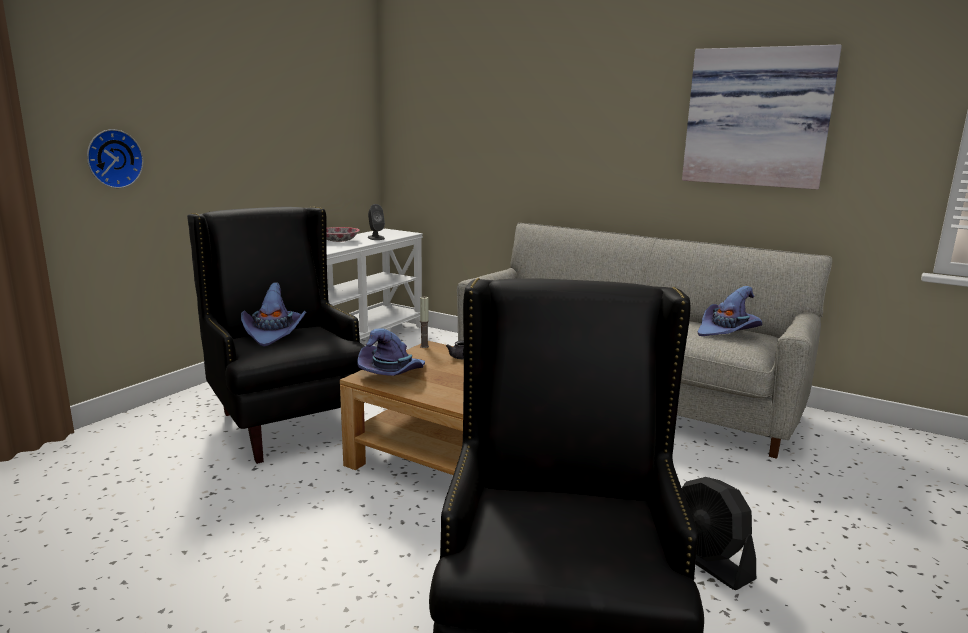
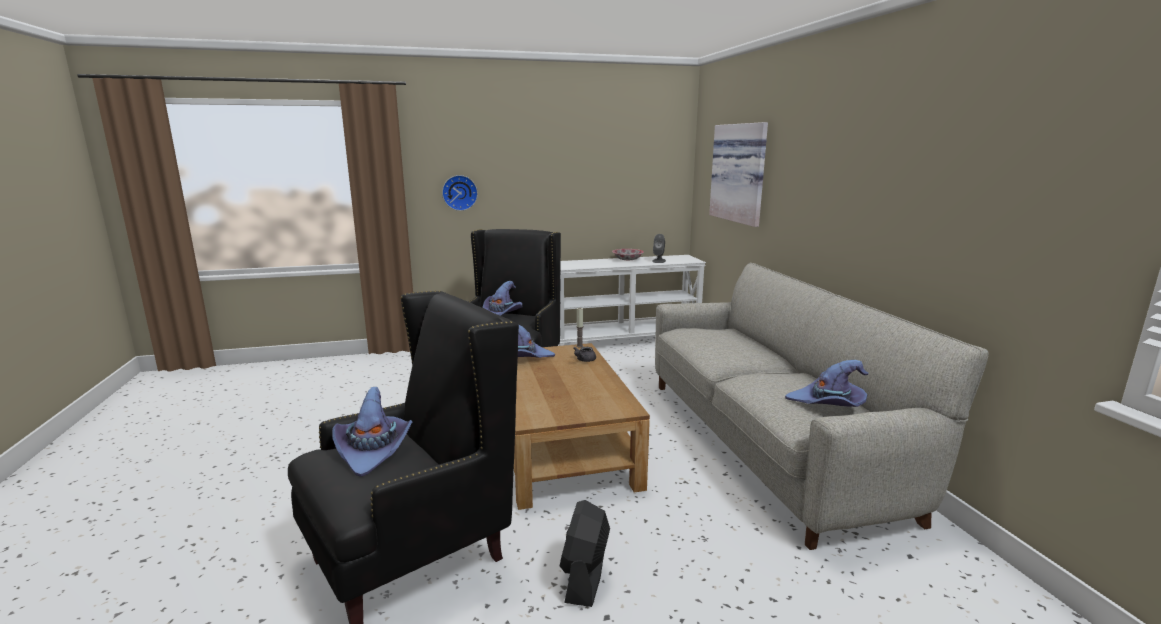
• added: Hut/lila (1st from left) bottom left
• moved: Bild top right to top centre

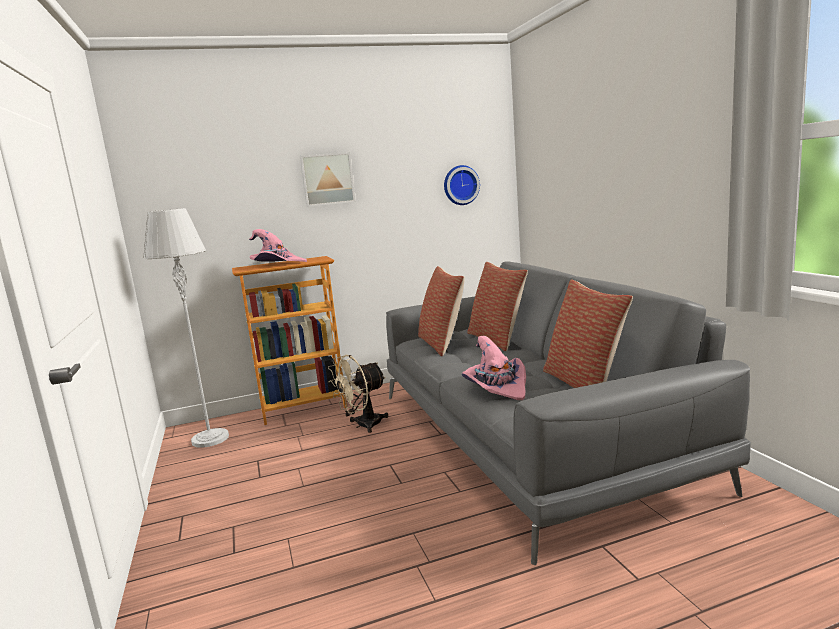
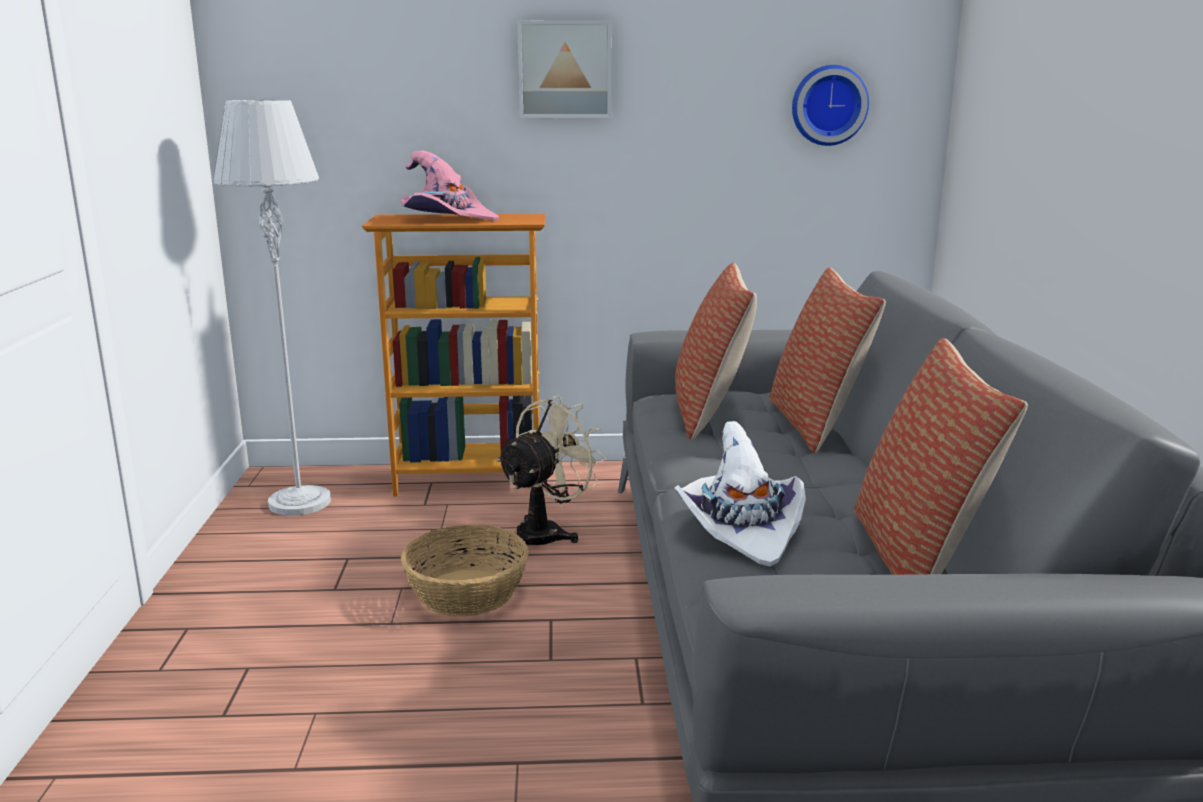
• added: Korb bottom centre
• turned: Ventilator/beige centre = centre 150 degrees clockwise
• recoloured: Hut/rosa (2nd from left) centre to Hut/weiß centre

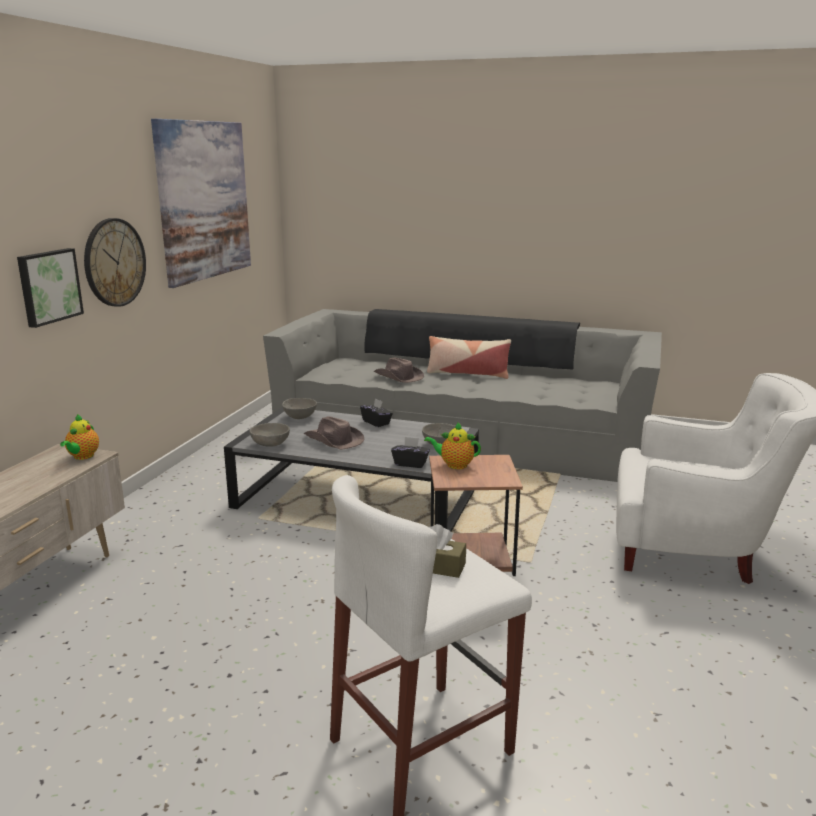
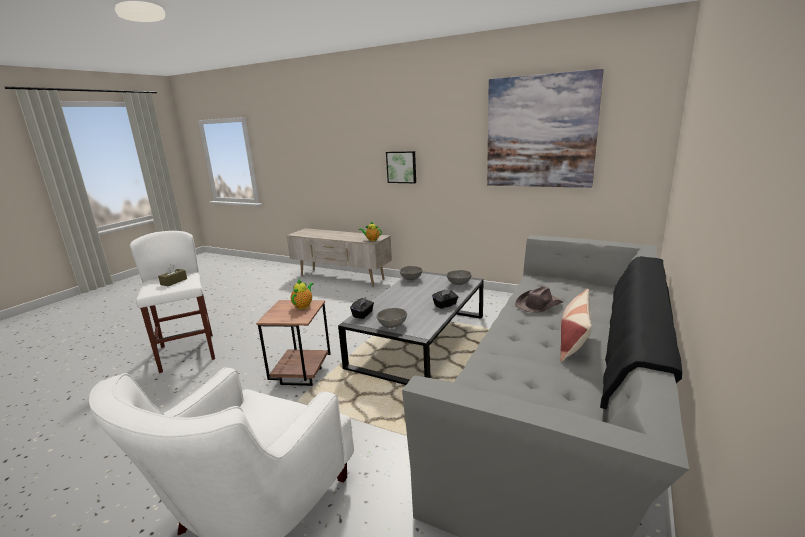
• removed: Wanduhr top left
• removed: Hut/braun (1st from left) centre

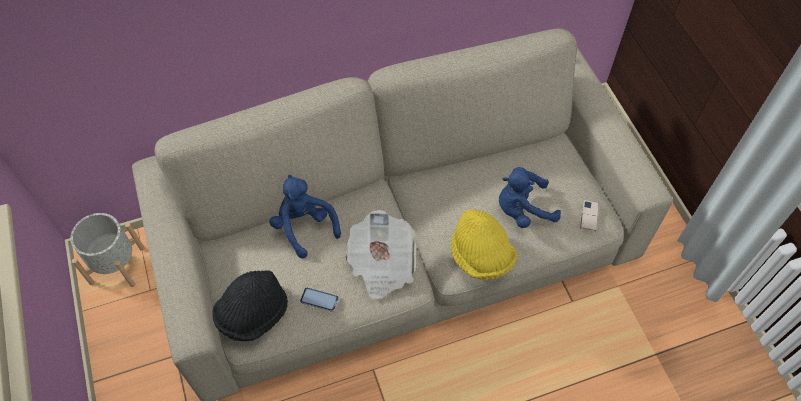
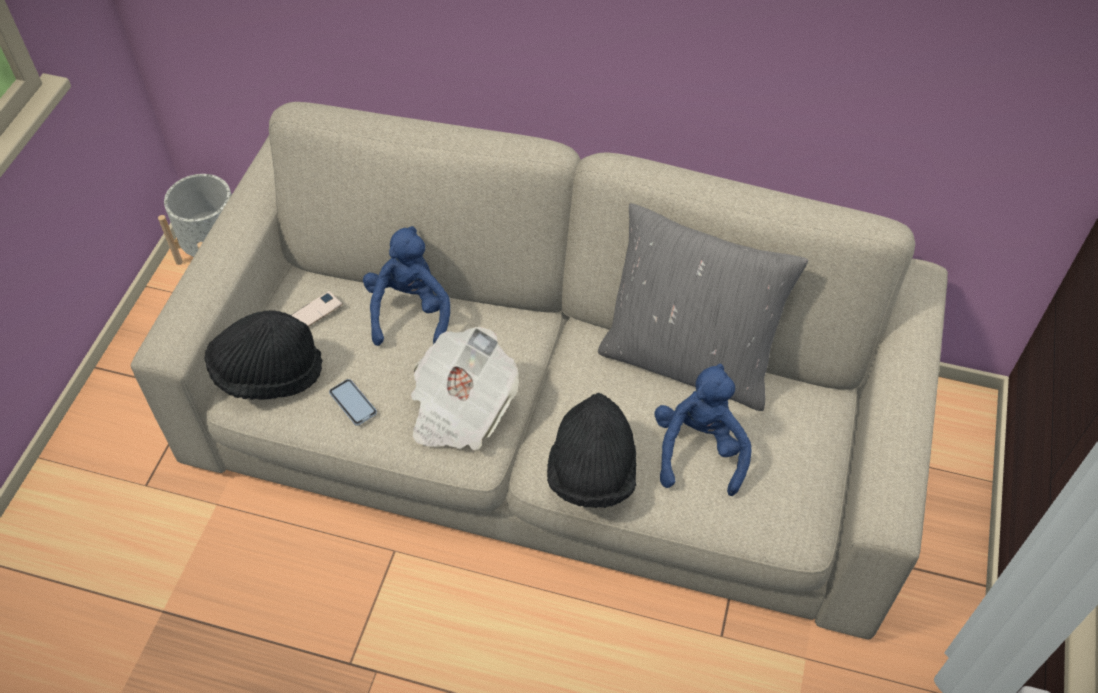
• moved: Handy (2nd from left in the first image) middle right to Handy (1st from left) middle left
• recoloured: Hut/gelb centre to Hut/schwarz (2nd from left) centre
• added: Kissen/grau centre
• turned: Plüschtier/blau (2nd from left) centre = centre 75 degrees clockwise

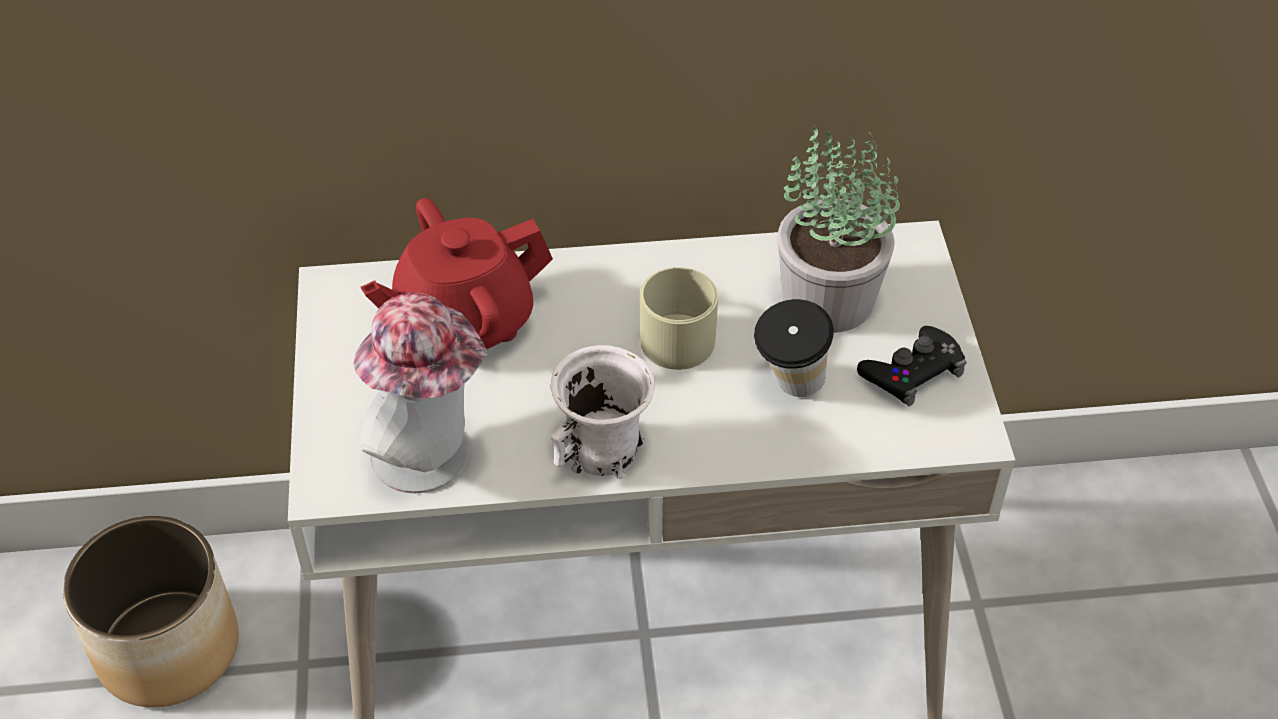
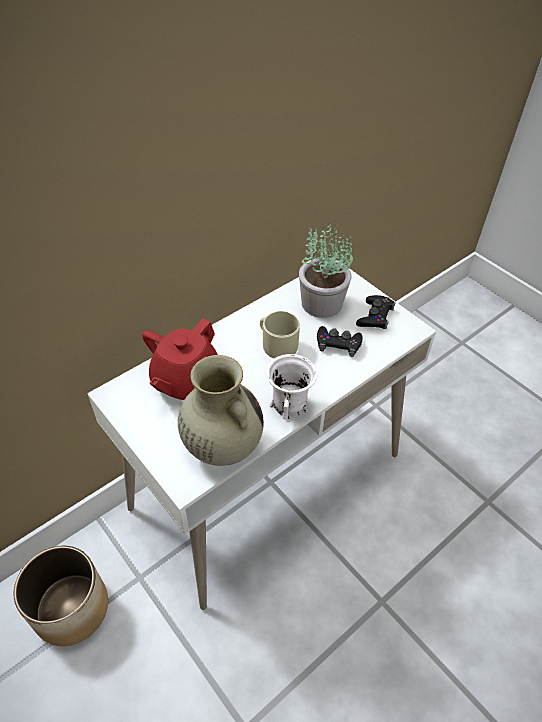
• replaced: Hut middle left to Vase/beige centre
• replaced: Tasse centre to Gamepad/schwarz (1st from left) centre

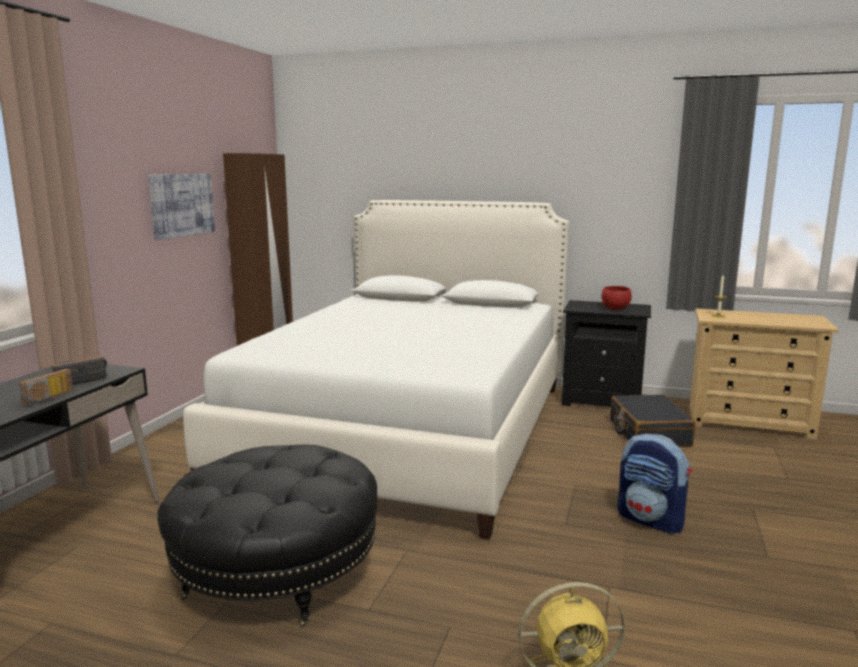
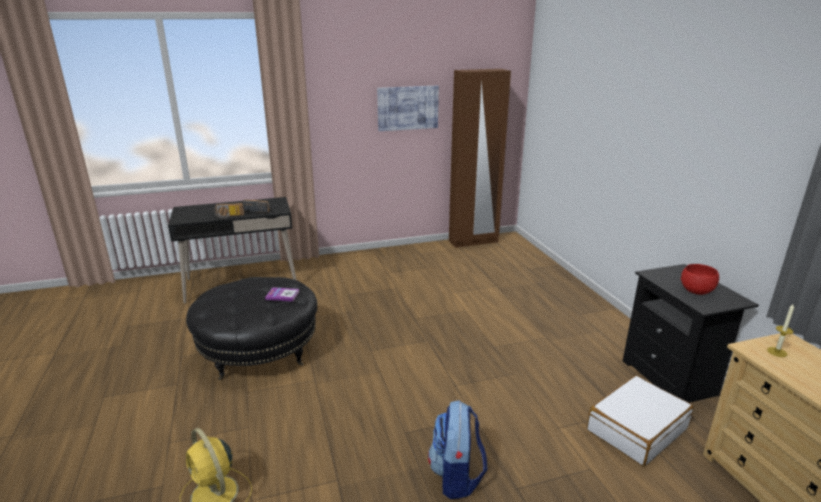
• added: Buch centre
• recoloured: Koffer/schwarz middle right to Koffer/weiß bottom right
• removed: Bett/weiß centre

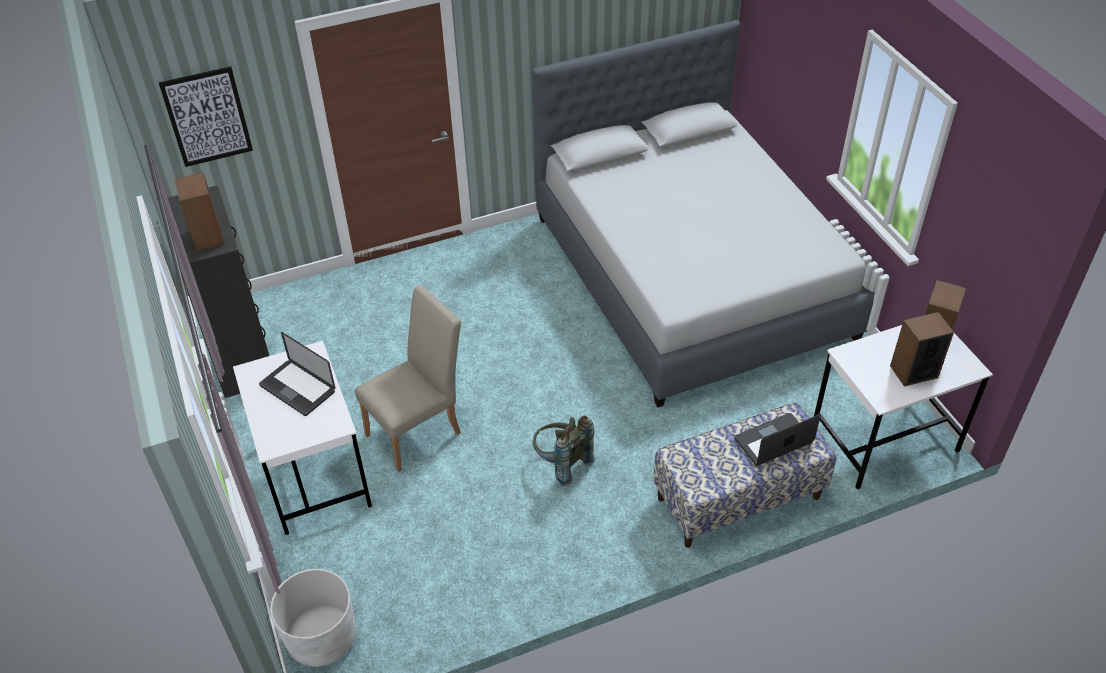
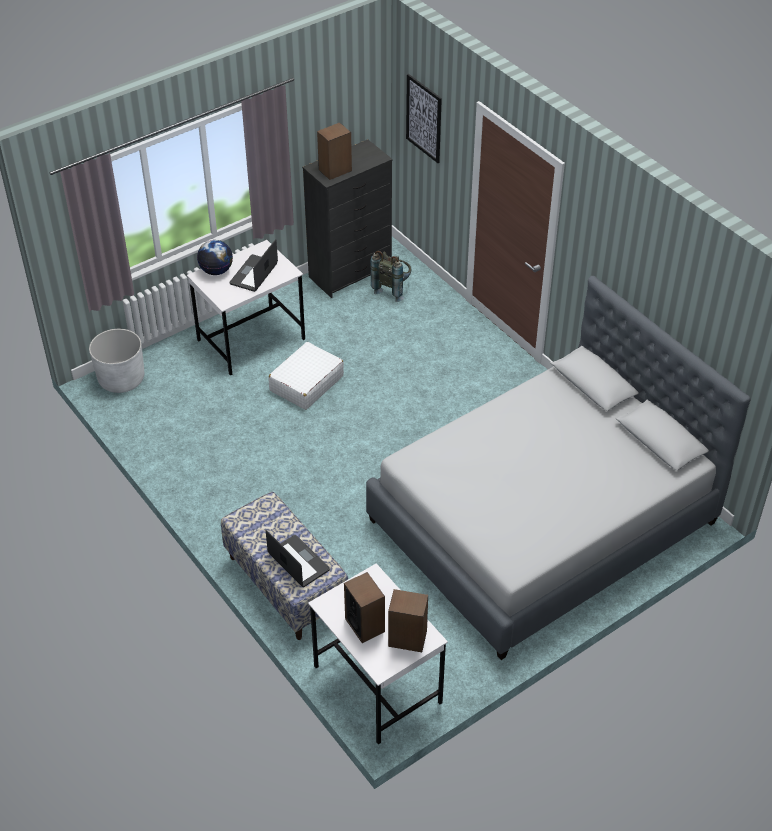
• added: Globus top left
• replaced: Stuhl/beige centre to Koffer/weiß centre
• moved: Rucksack/grau bottom centre to top centre

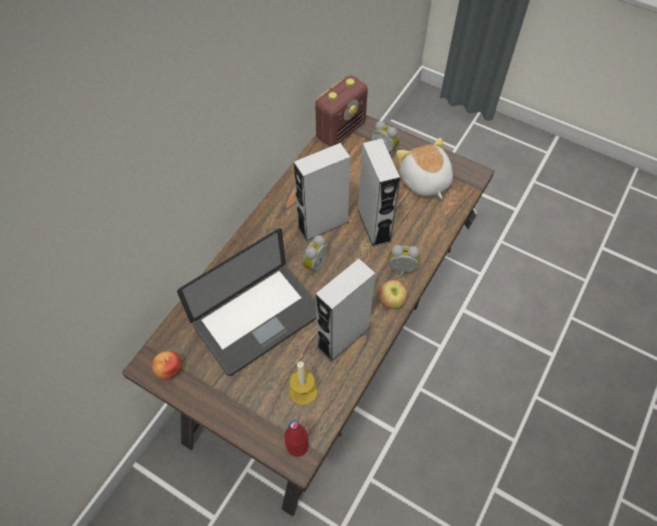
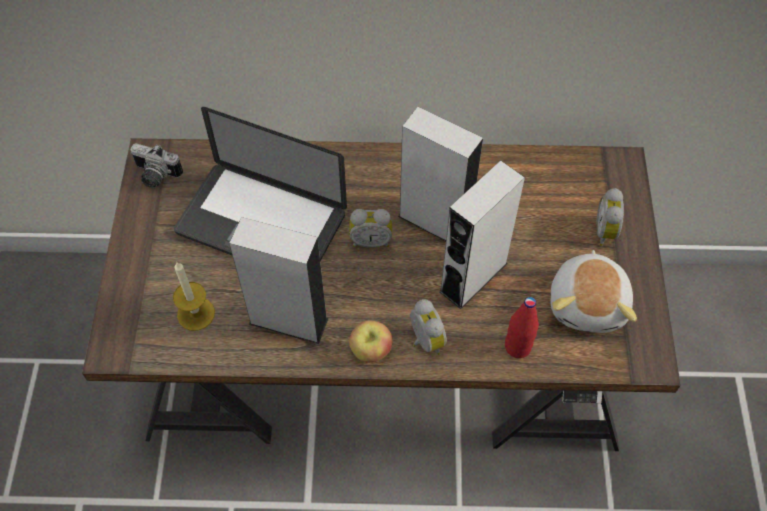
• replaced: Apfel (1st from left) bottom left to Kamera top left
• moved: Flasche/rot bottom centre to middle right
• turned: Plüschtier top centre = middle right 150 degrees clockwise
• removed: Radio top centre

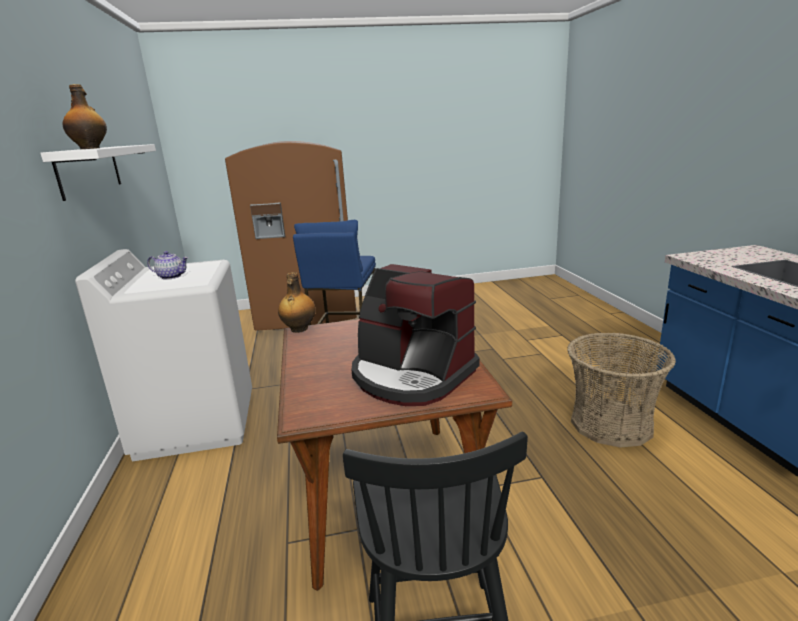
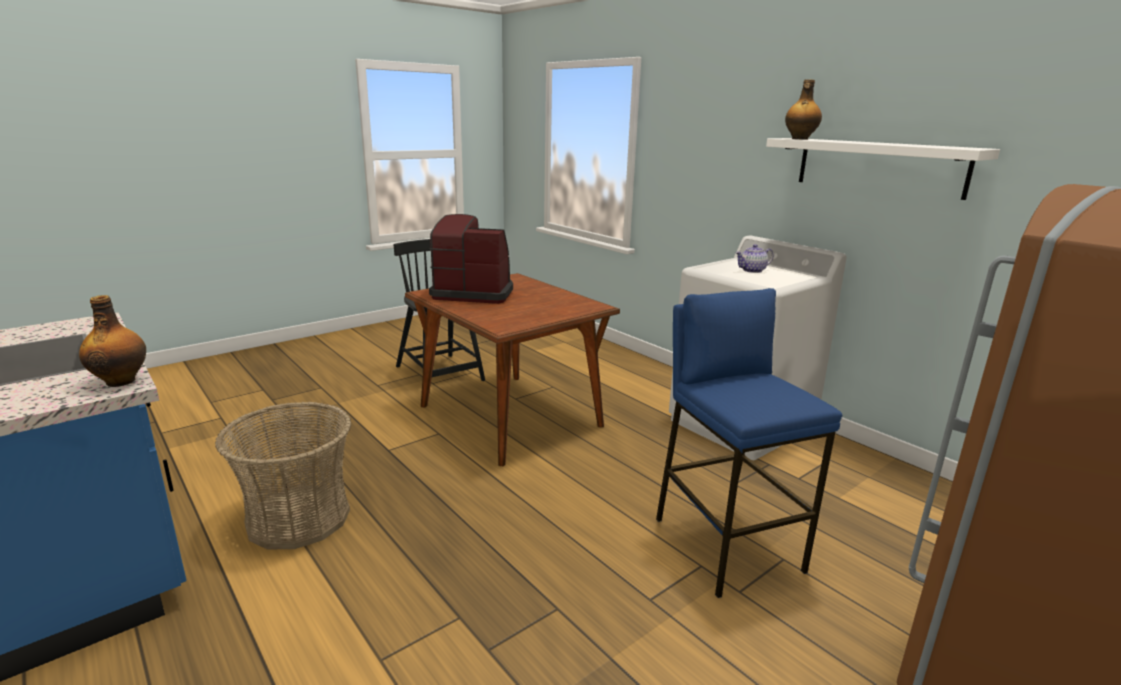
• moved: Flasche (2nd from left in the first image) centre to Flasche (1st from left) middle left

